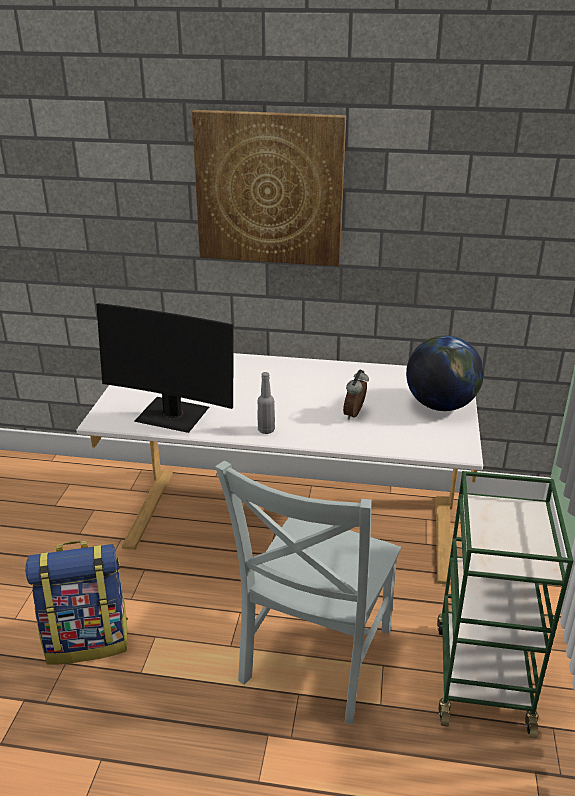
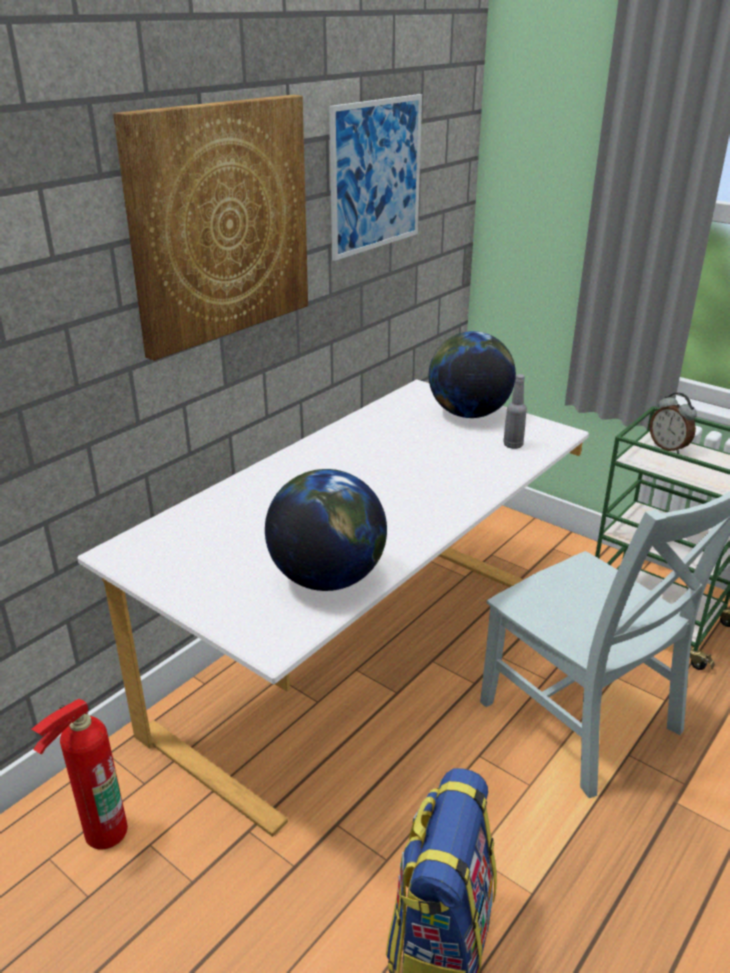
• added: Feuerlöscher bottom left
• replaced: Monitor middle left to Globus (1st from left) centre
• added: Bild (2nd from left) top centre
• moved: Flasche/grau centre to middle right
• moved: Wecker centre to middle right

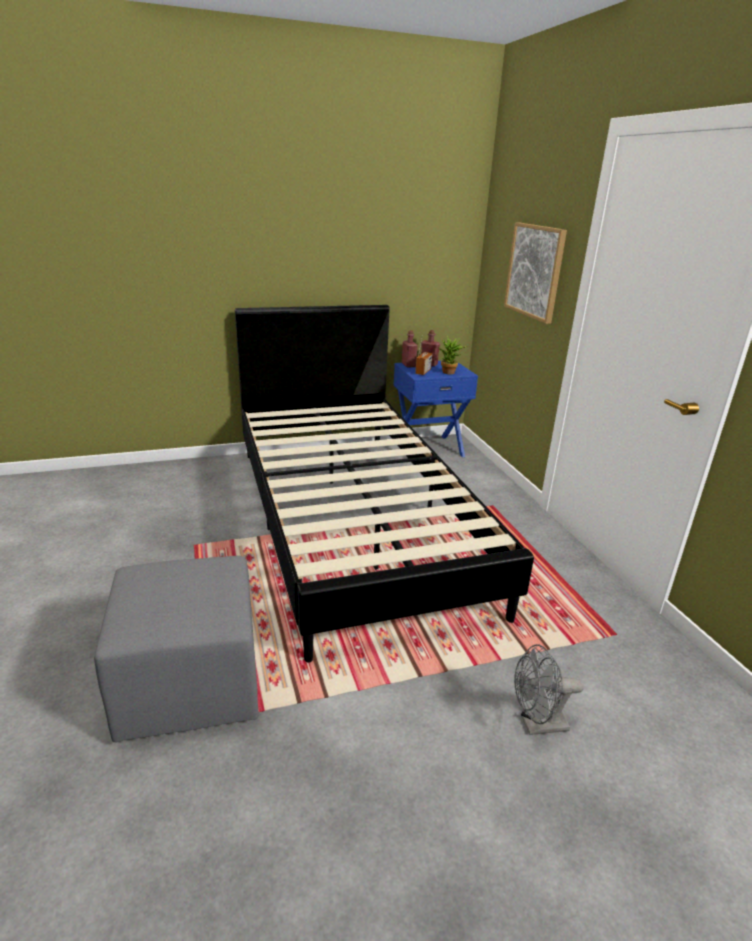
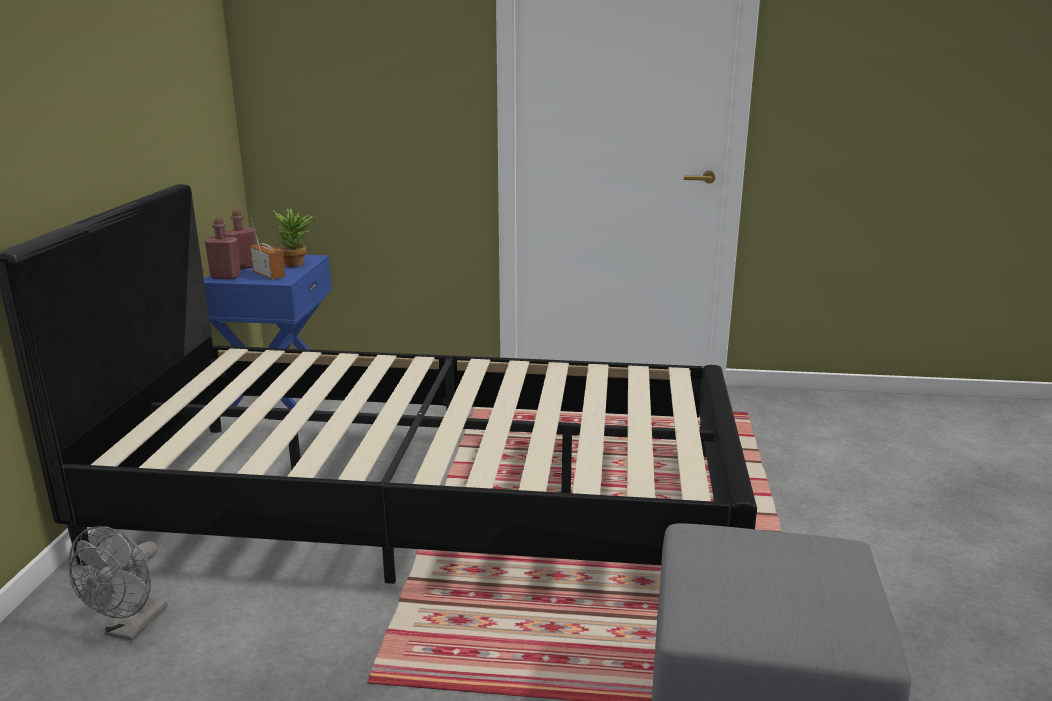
• moved: Ventilator/grau bottom right to bottom left
• removed: Bild top right

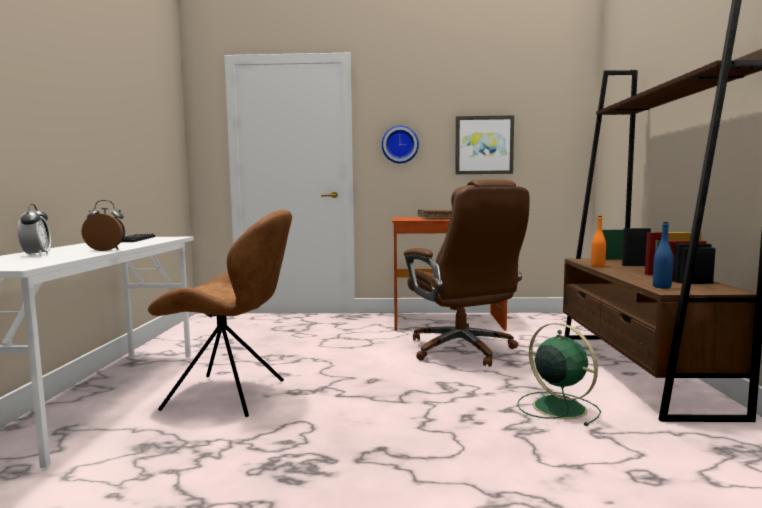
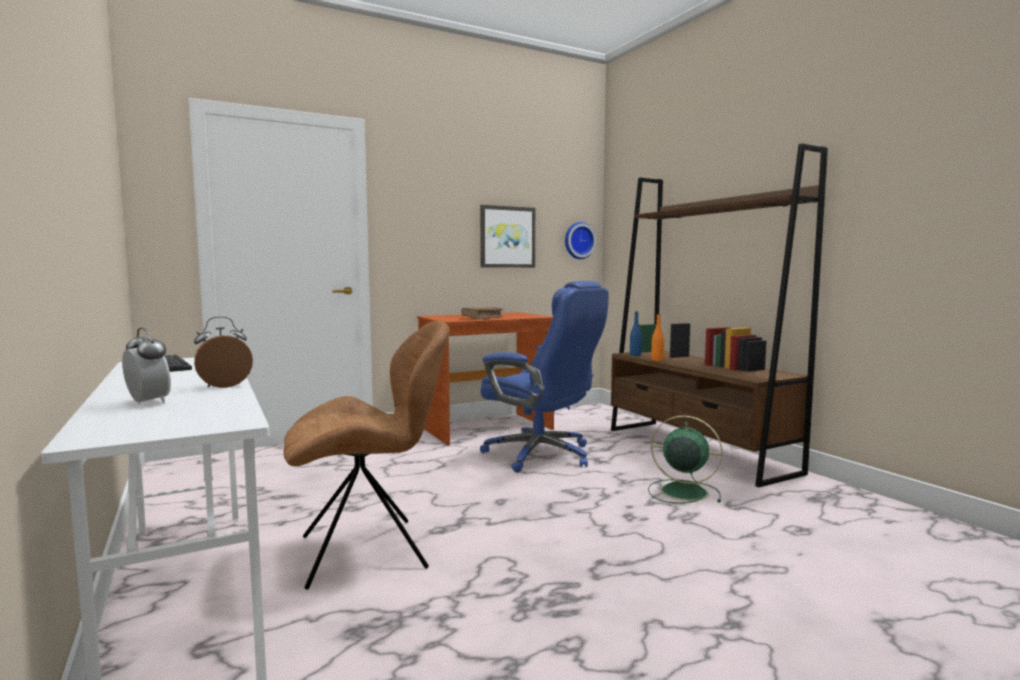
• recoloured: Bürostuhl/braun centre to Bürostuhl/blau centre
• moved: Wanduhr top centre to centre
• moved: Flasche/blau middle right to centre

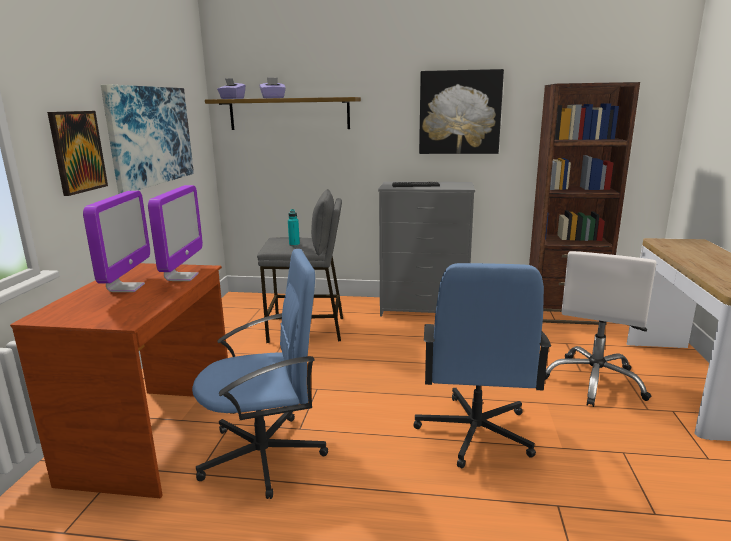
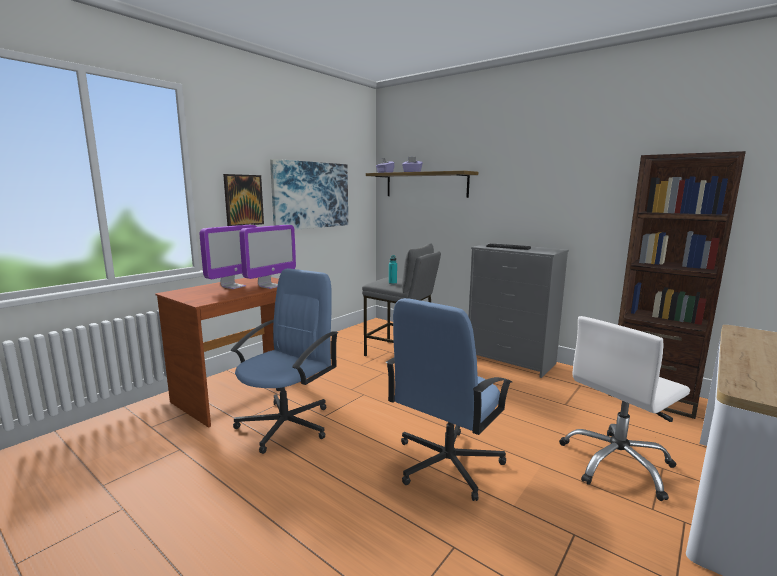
• turned: Bürostuhl/blau (1st from left) bottom centre = centre 75 degrees counterclockwise
• removed: Bild (3rd from left) top centre

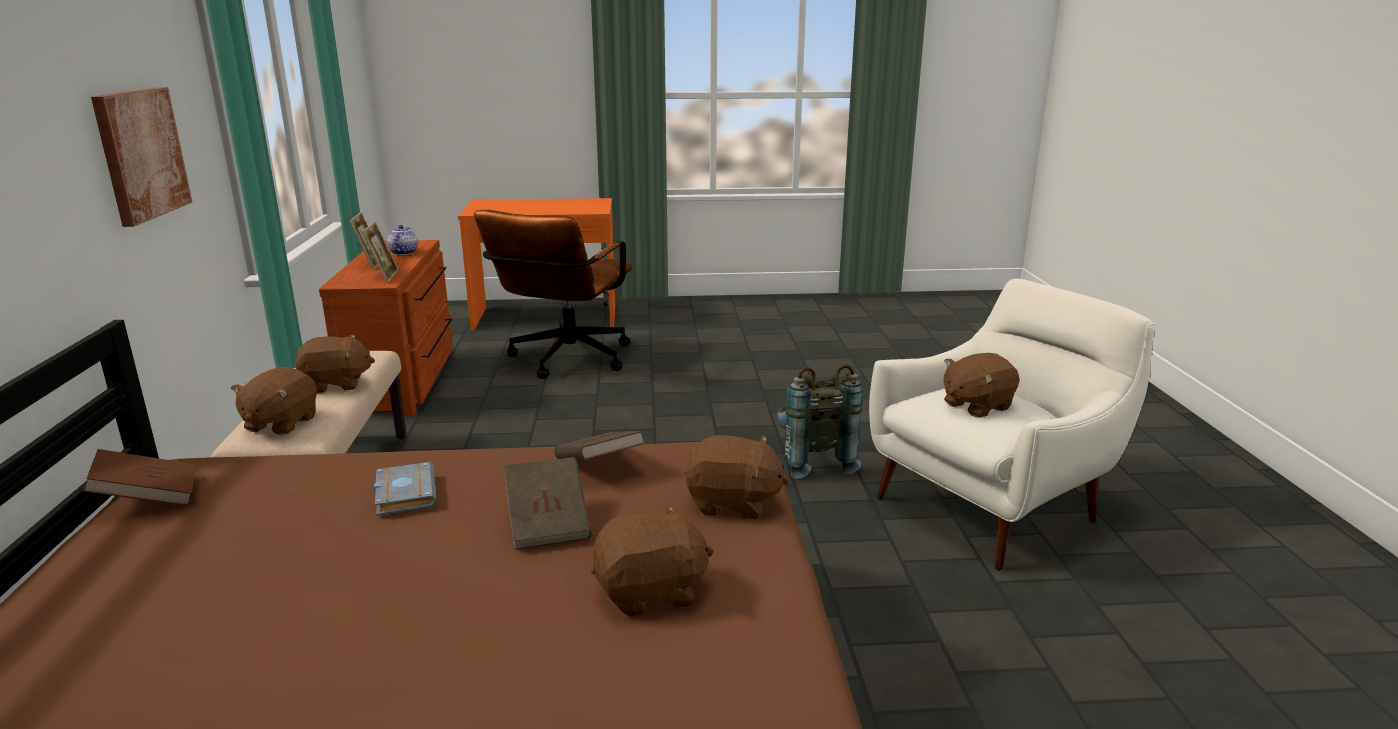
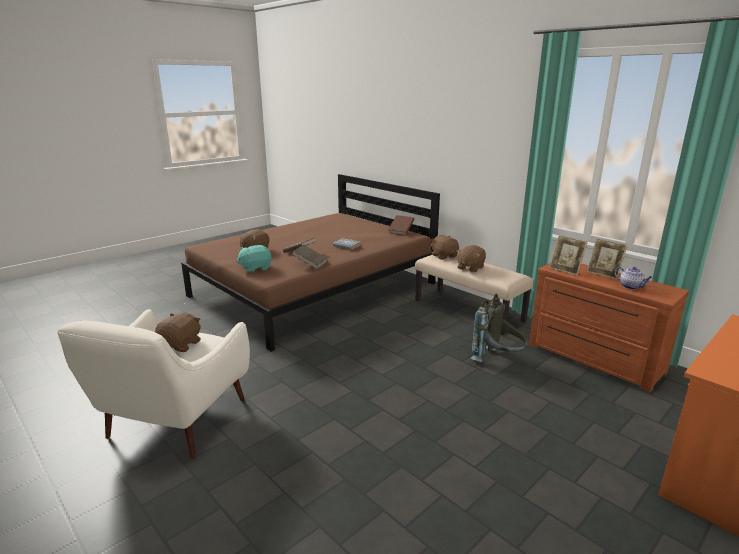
• recoloured: Plüschtier/braun (4th from left) centre to Plüschtier/türkis centre
• moved: Rucksack/grau centre to middle right
• removed: Bild top left
• removed: Bürostuhl/braun centre

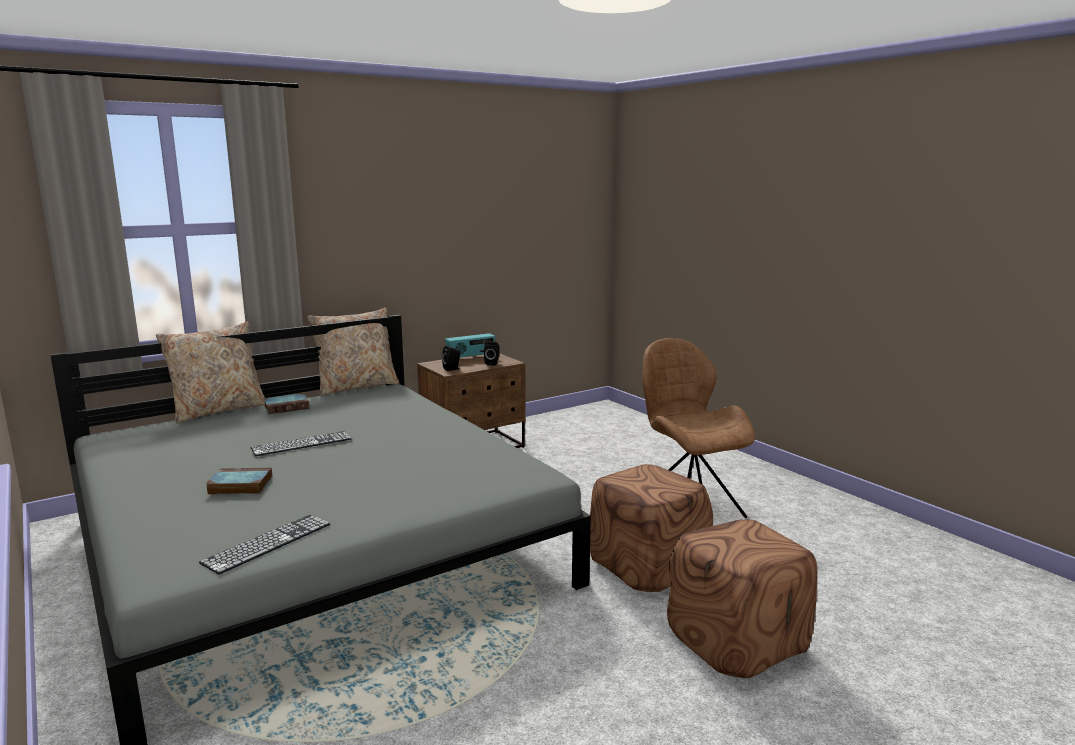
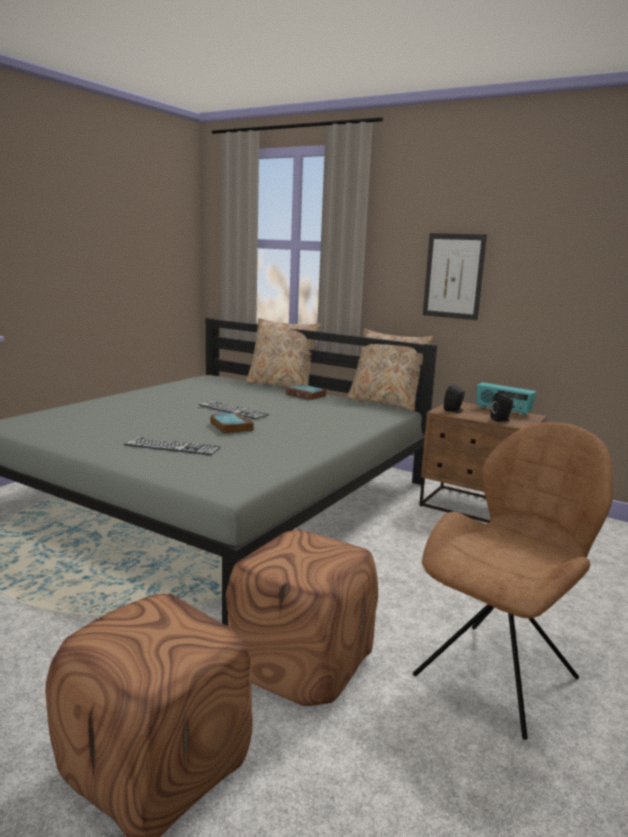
• moved: Tastatur (1st from left) bottom left to middle left
• moved: Buch (1st from left) middle left to centre
• added: Bild top right

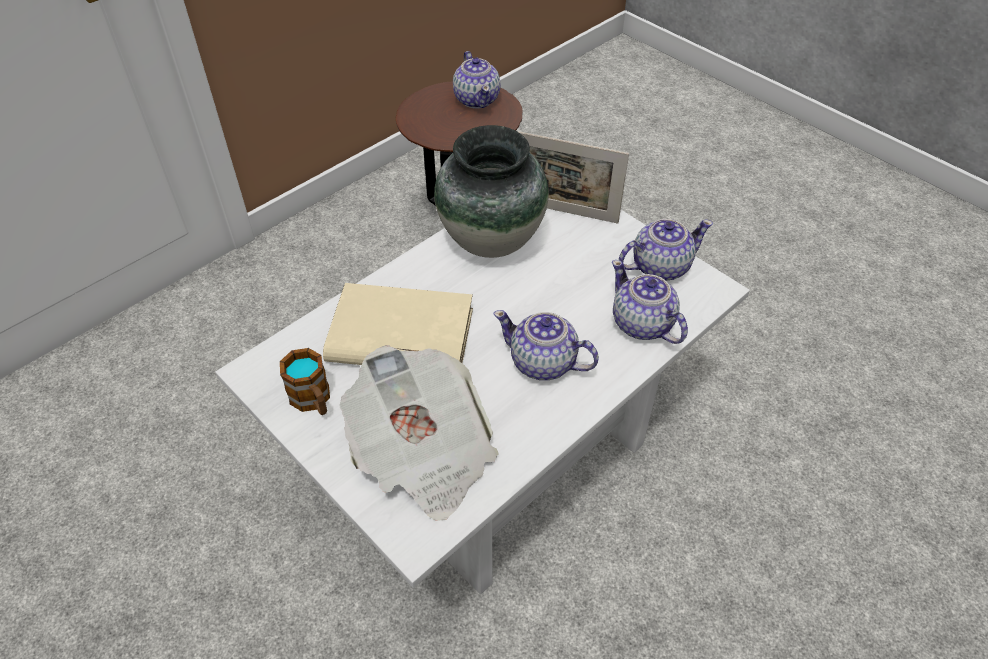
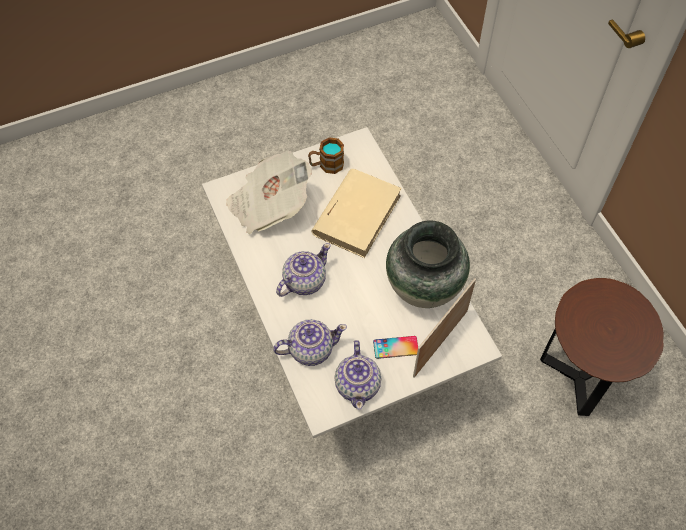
• added: Handy centre
• removed: Teekanne (1st from left) top centre

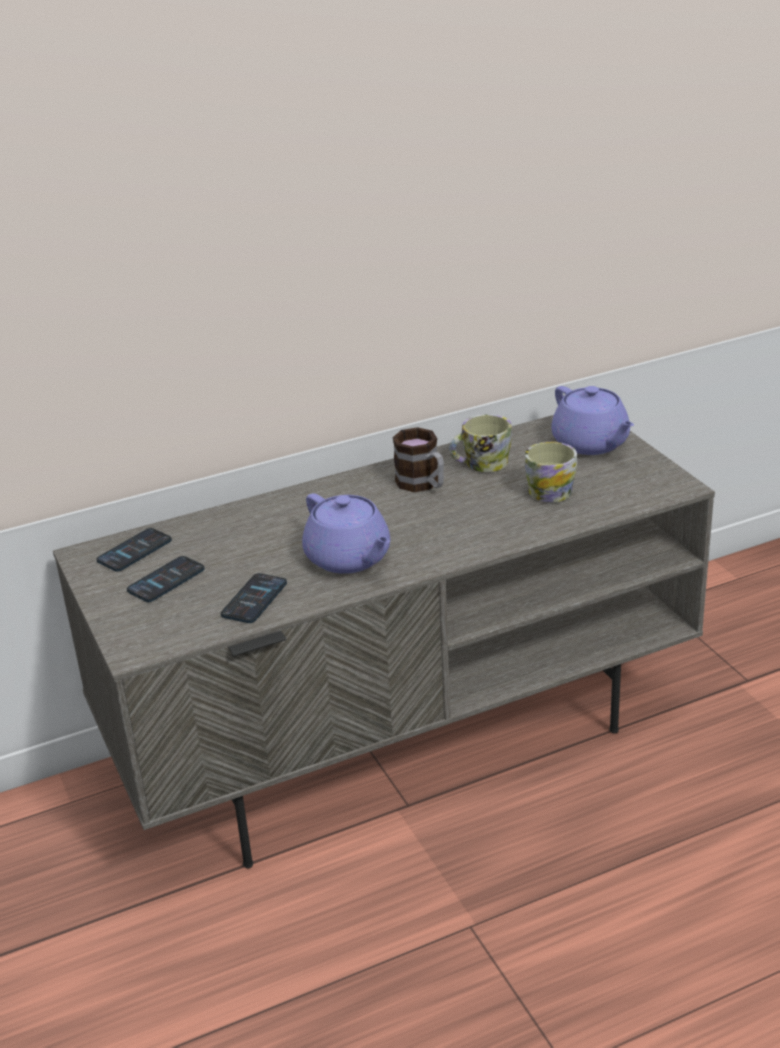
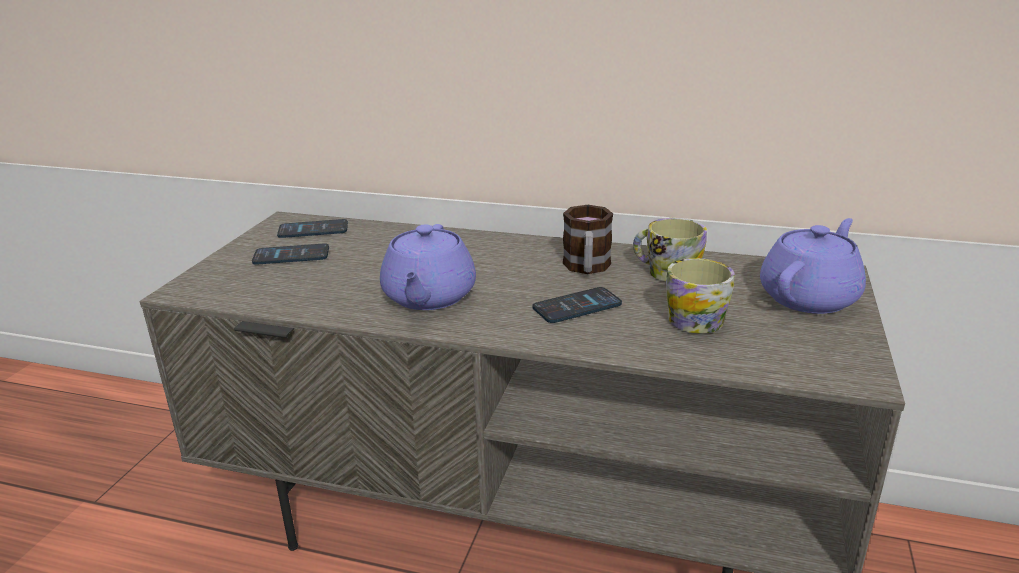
• moved: Handy (3rd from left) middle left to centre
• turned: Teekanne/lila (2nd from left) middle right = middle right 150 degrees counterclockwise

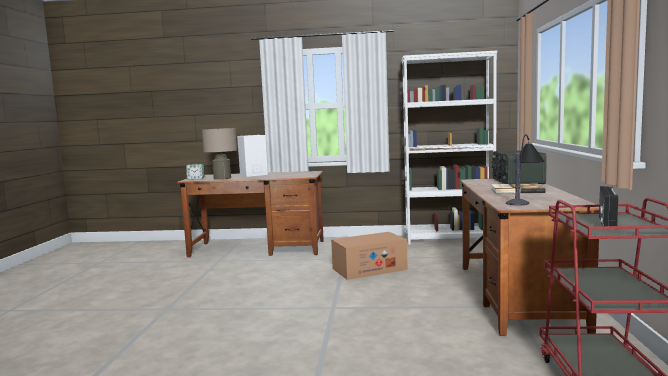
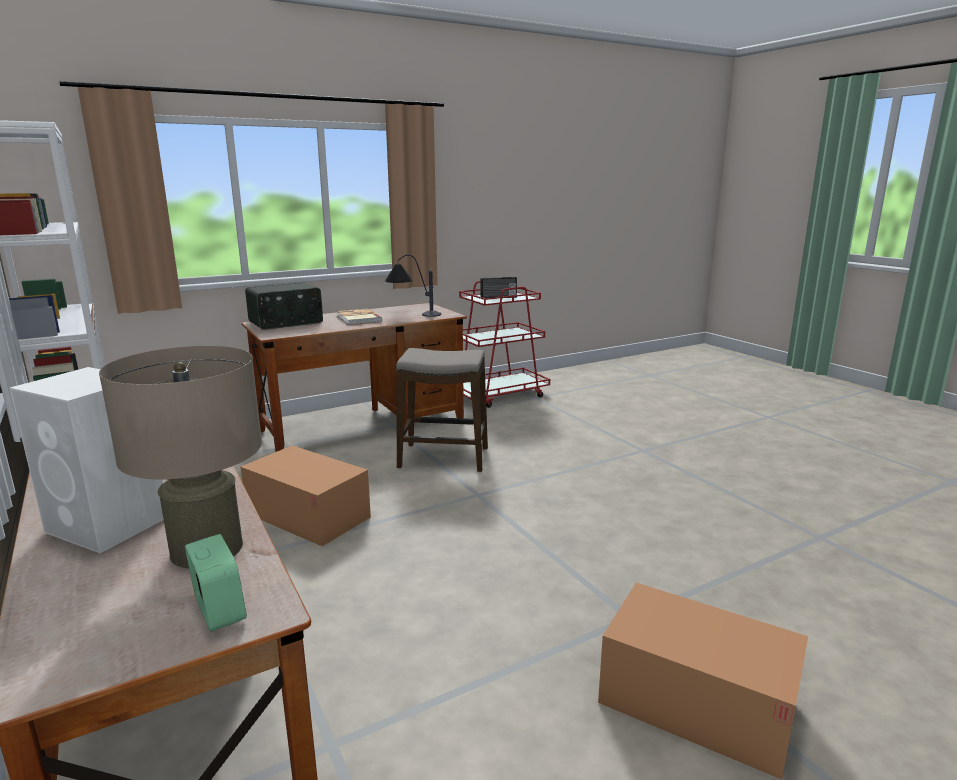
• added: Hocker centre
• added: Karton (2nd from left) bottom right

